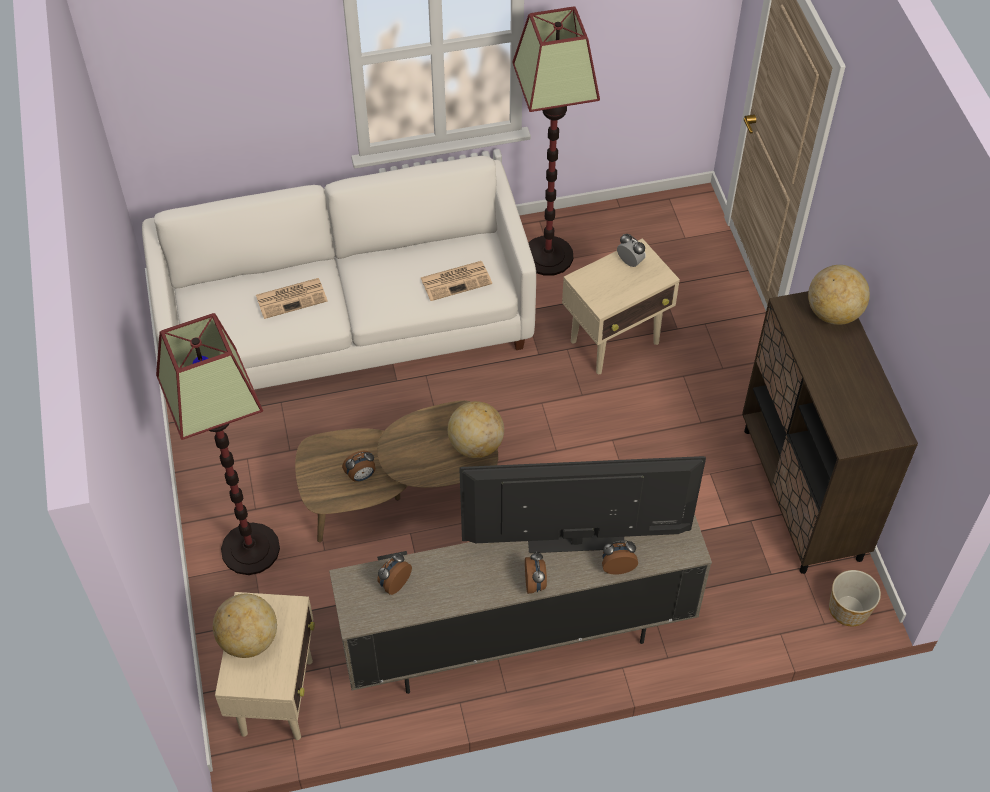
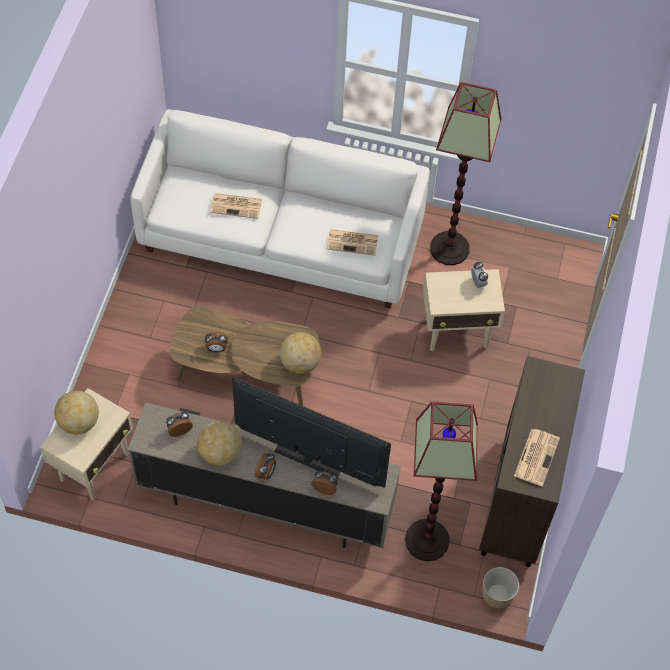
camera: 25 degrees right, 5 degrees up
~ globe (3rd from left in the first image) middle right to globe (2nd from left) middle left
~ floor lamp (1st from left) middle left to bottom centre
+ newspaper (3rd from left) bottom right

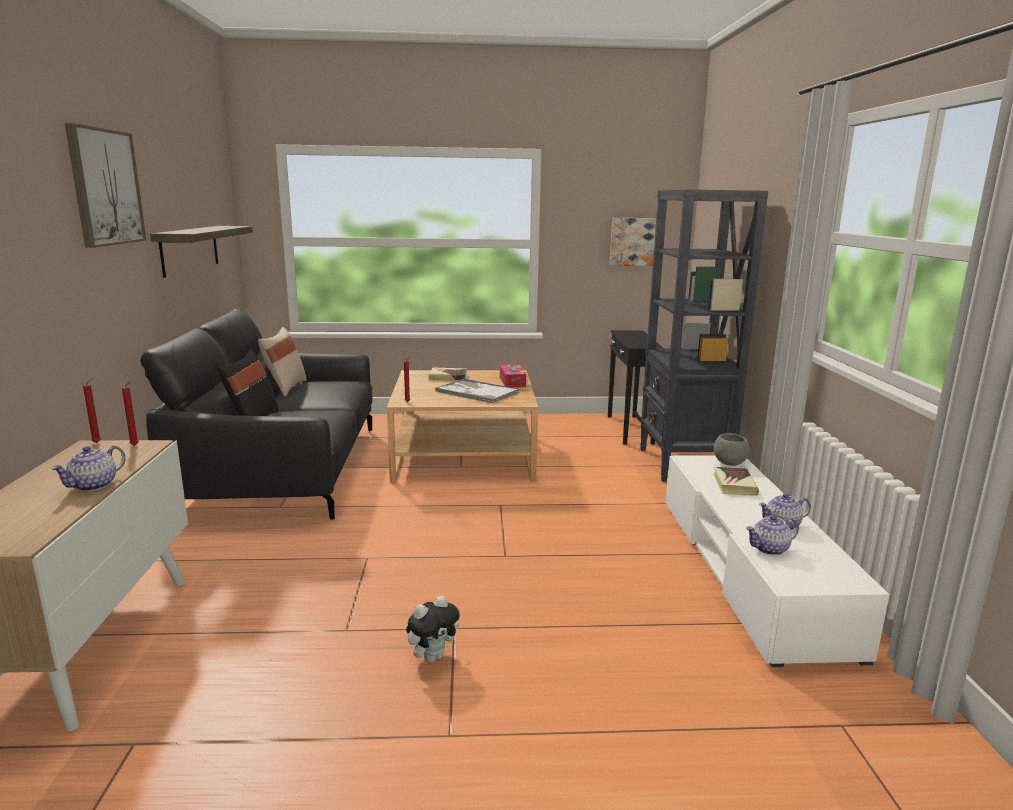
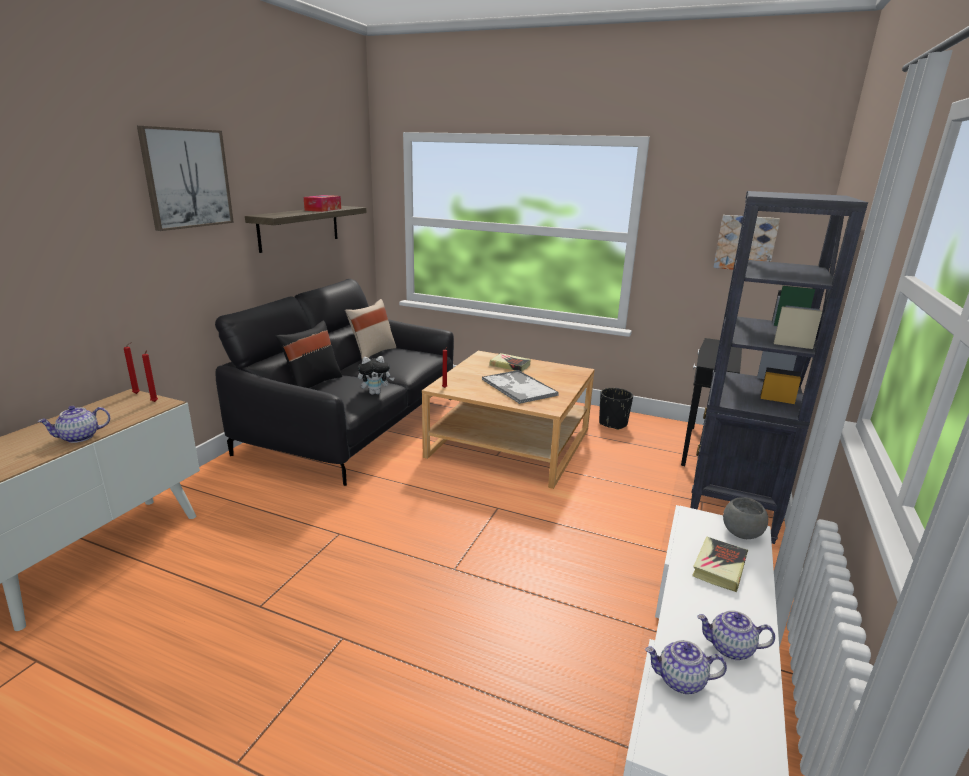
camera: 25 degrees right, 5 degrees up
~ tissue box centre to top left
~ plush toy bottom centre to centre
+ planter in black centre

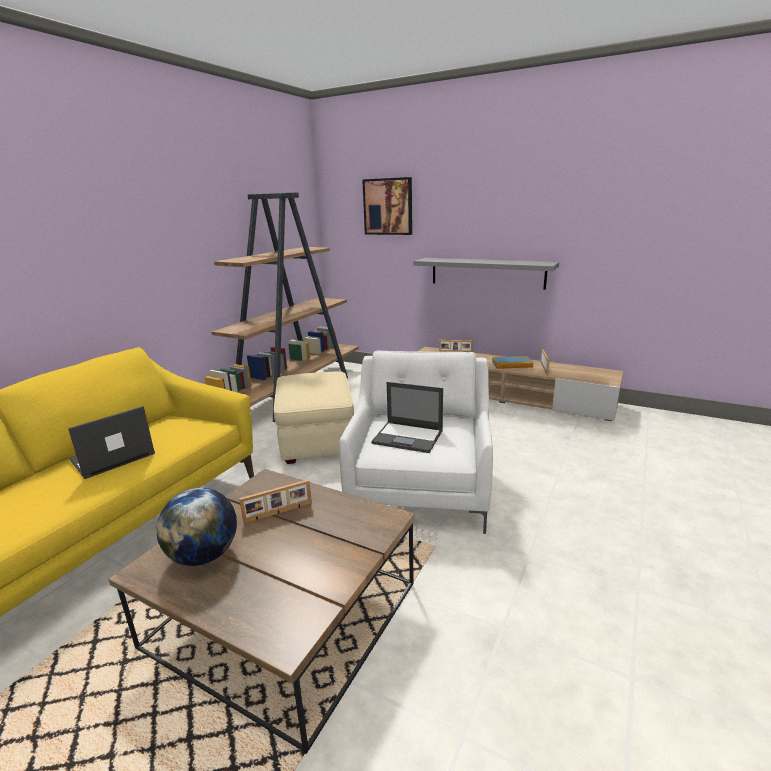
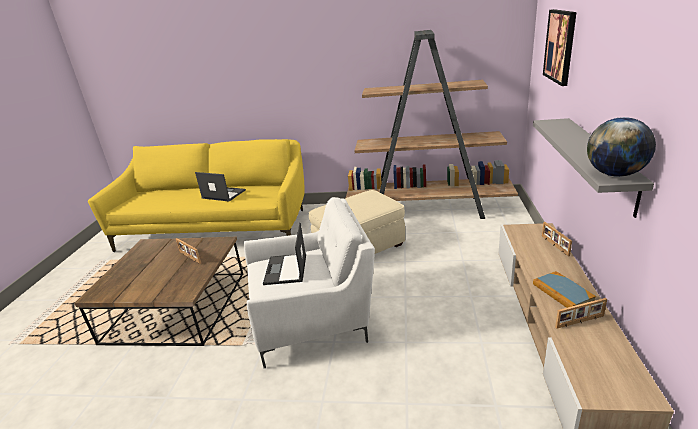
camera: 70 degrees right, 5 degrees up
~ globe bottom left to middle right

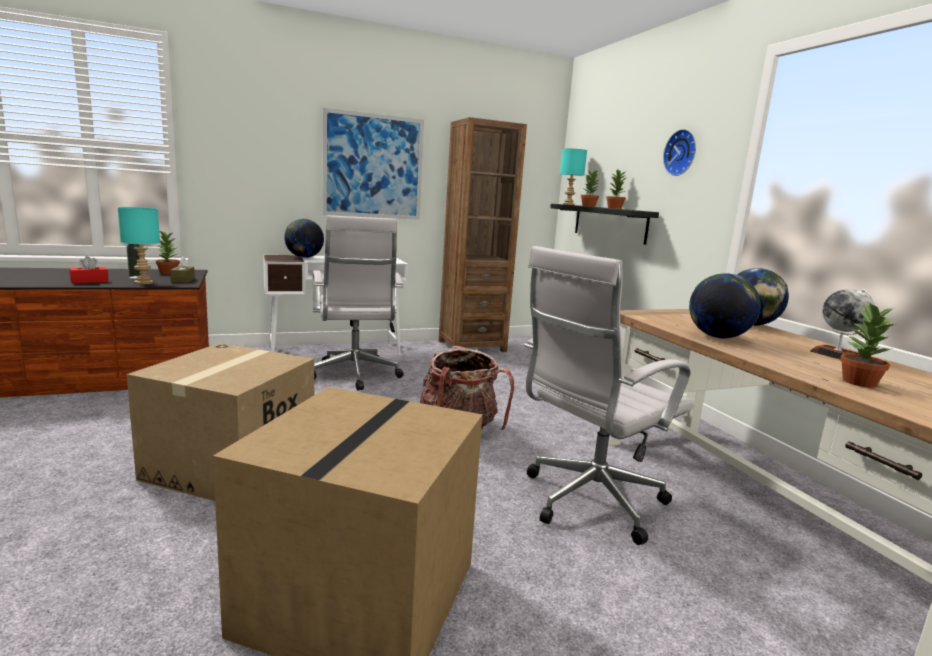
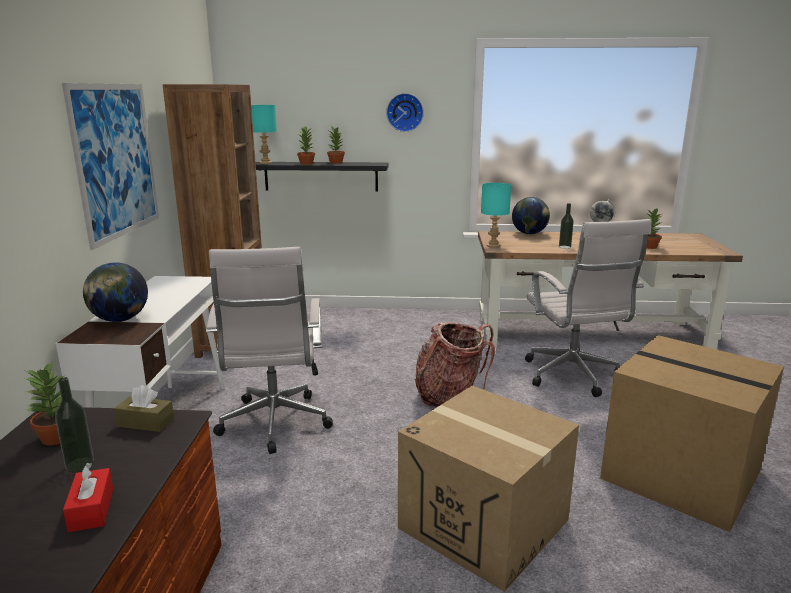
camera: 65 degrees left, 5 degrees up
~ table lamp in turquoise (1st from left in the first image) middle left to table lamp in turquoise (2nd from left) centre
~ office chair in white (1st from left) centre = centre 75 degrees clockwise
~ globe (2nd from left) middle right to bottle (2nd from left) middle right

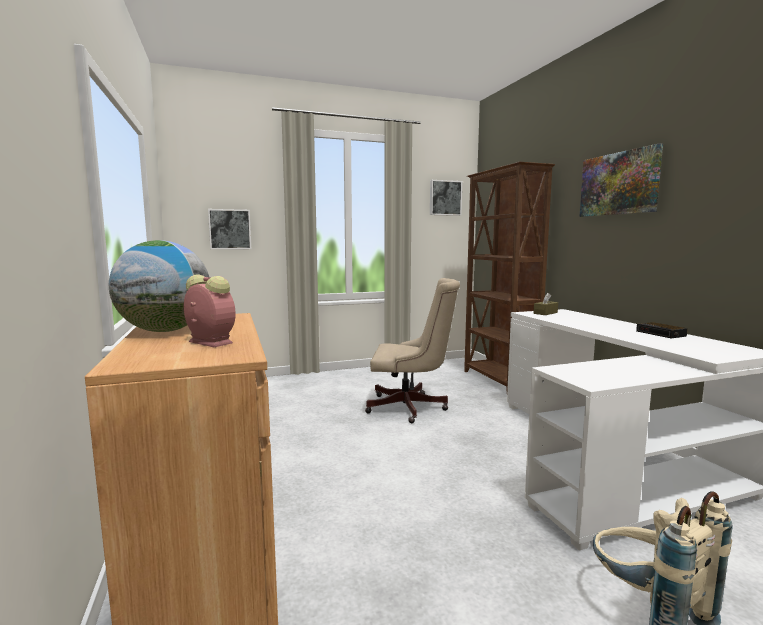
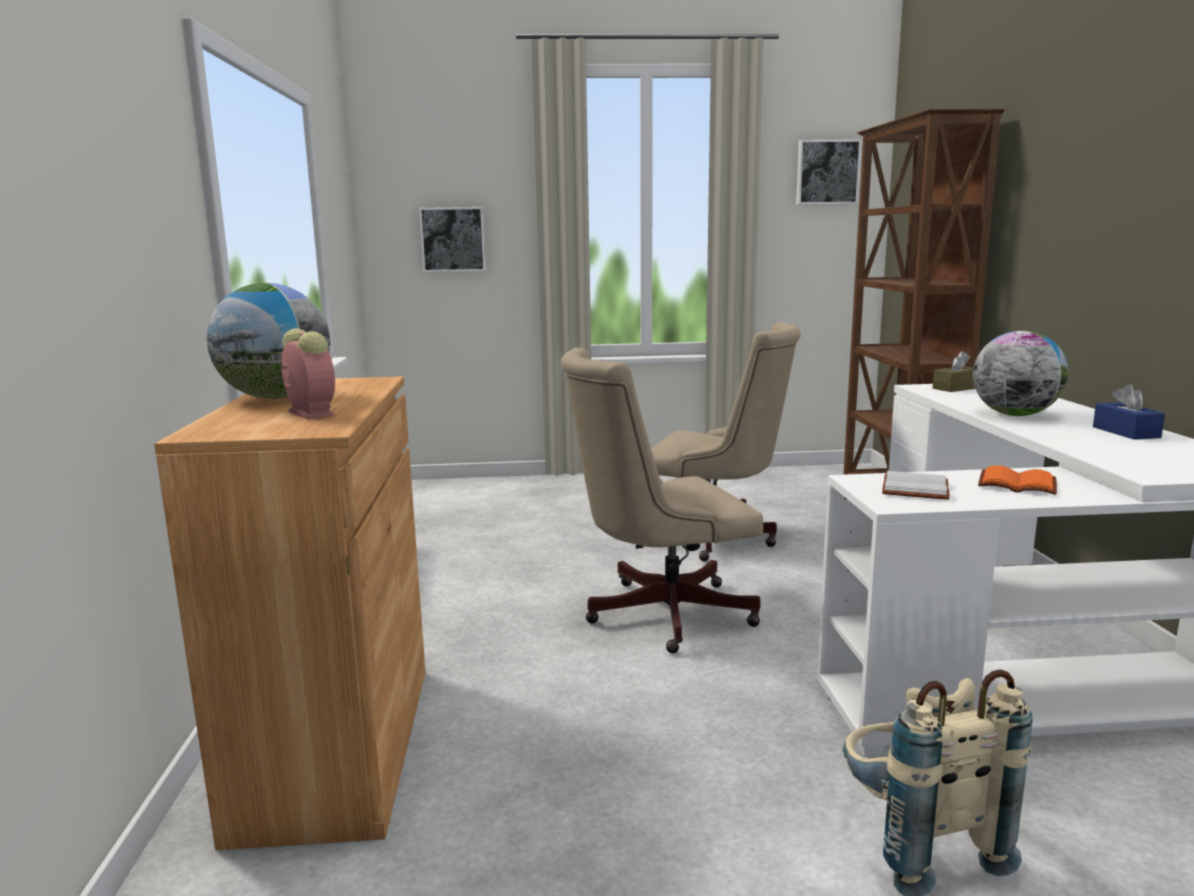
camera: 15 degrees right, 5 degrees up
- picture (3rd from left) top right
~ alarm clock (2nd from left) middle right to tissue box in blue middle right
+ globe (2nd from left) middle right
+ office chair in beige (1st from left) centre
+ book in orange middle right
+ book in white middle right

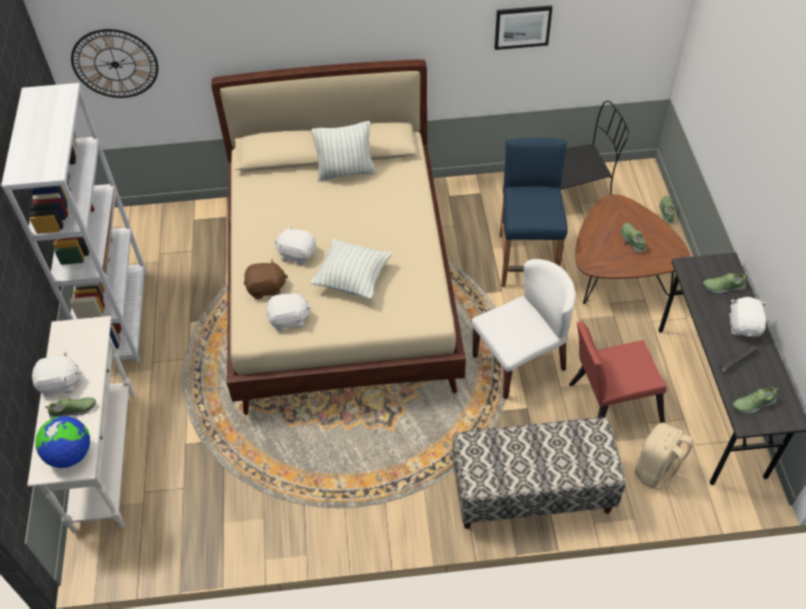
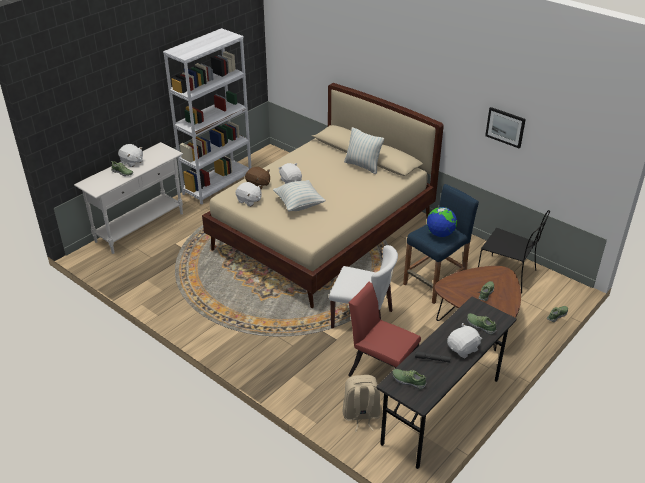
camera: 45 degrees right, 15 degrees down
- wall clock top left
~ globe bottom left to middle right
- bench bottom right

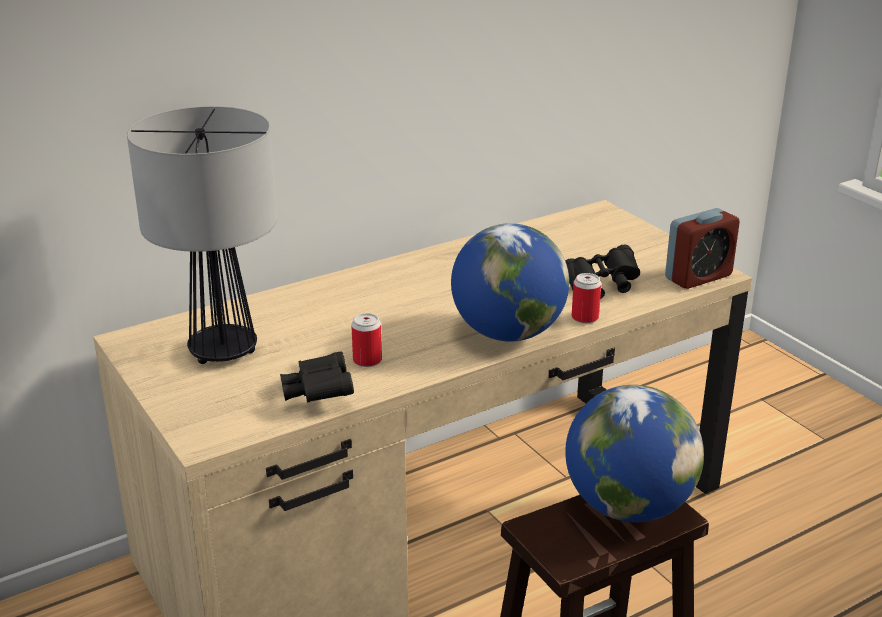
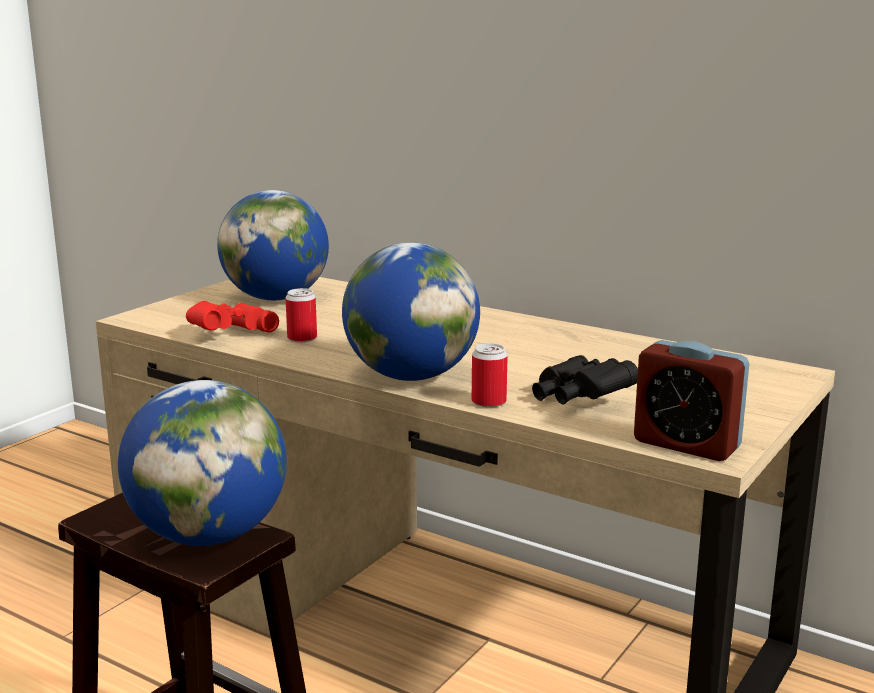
camera: 65 degrees right, 10 degrees down
~ table lamp middle left to globe (2nd from left) middle left
~ binoculars in black (1st from left) centre to binoculars in red middle left

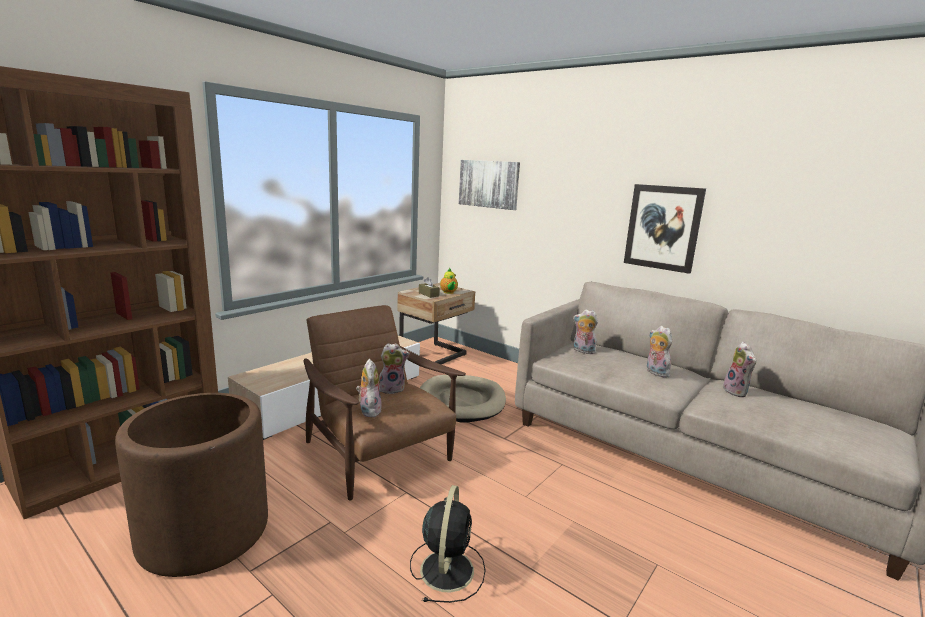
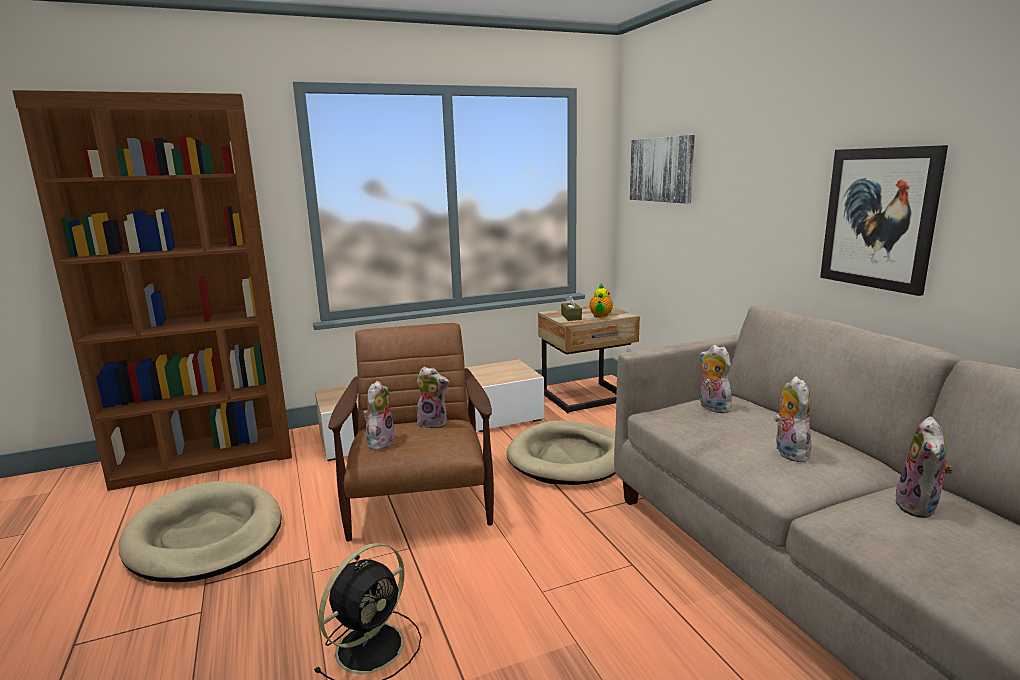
camera: 30 degrees right, 0 degrees up
~ planter in brown bottom left to dog bed in beige (1st from left) bottom left

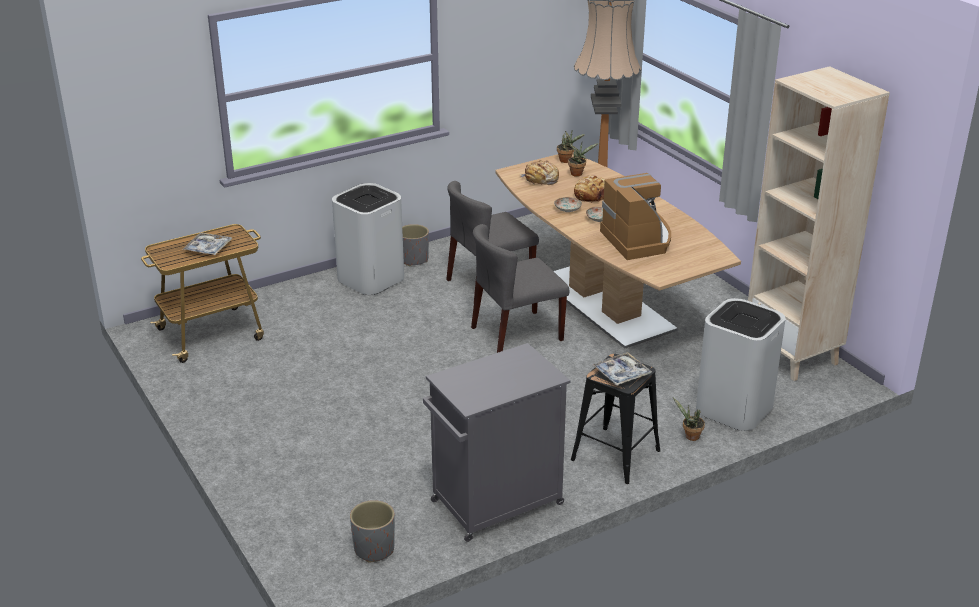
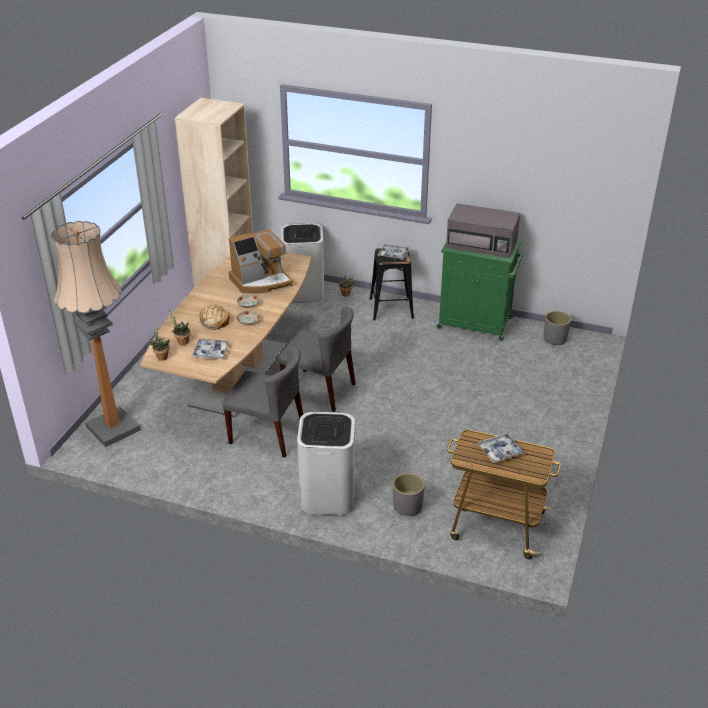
camera: 130 degrees left, 5 degrees up
~ bread (1st from left) top centre to tray (1st from left) middle left
~ coffee machine centre = centre 150 degrees counterclockwise
~ planter in grey (2nd from left in the first image) centre to planter in grey (1st from left) bottom centre
~ cabinet in grey bottom centre to cabinet in green middle right
+ microwave in grey top right

